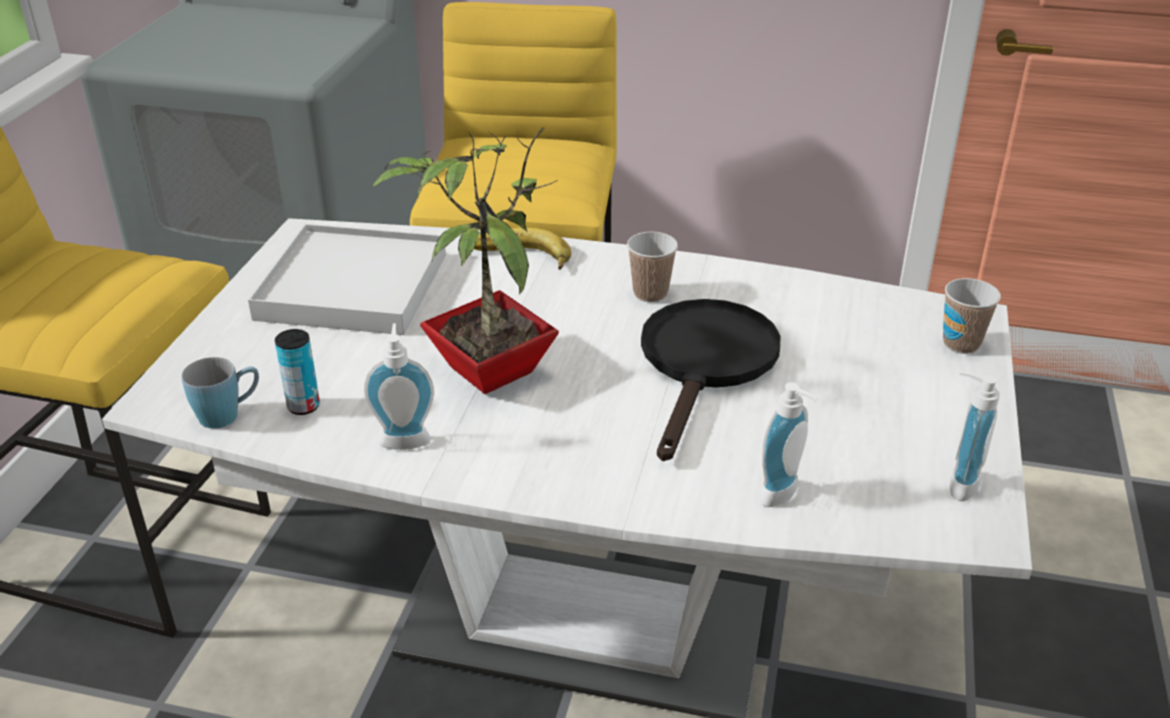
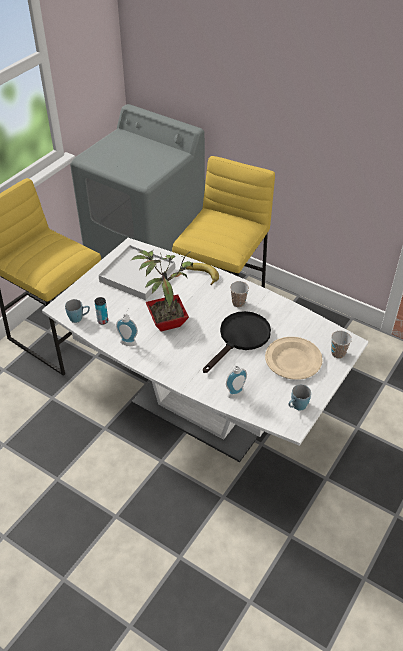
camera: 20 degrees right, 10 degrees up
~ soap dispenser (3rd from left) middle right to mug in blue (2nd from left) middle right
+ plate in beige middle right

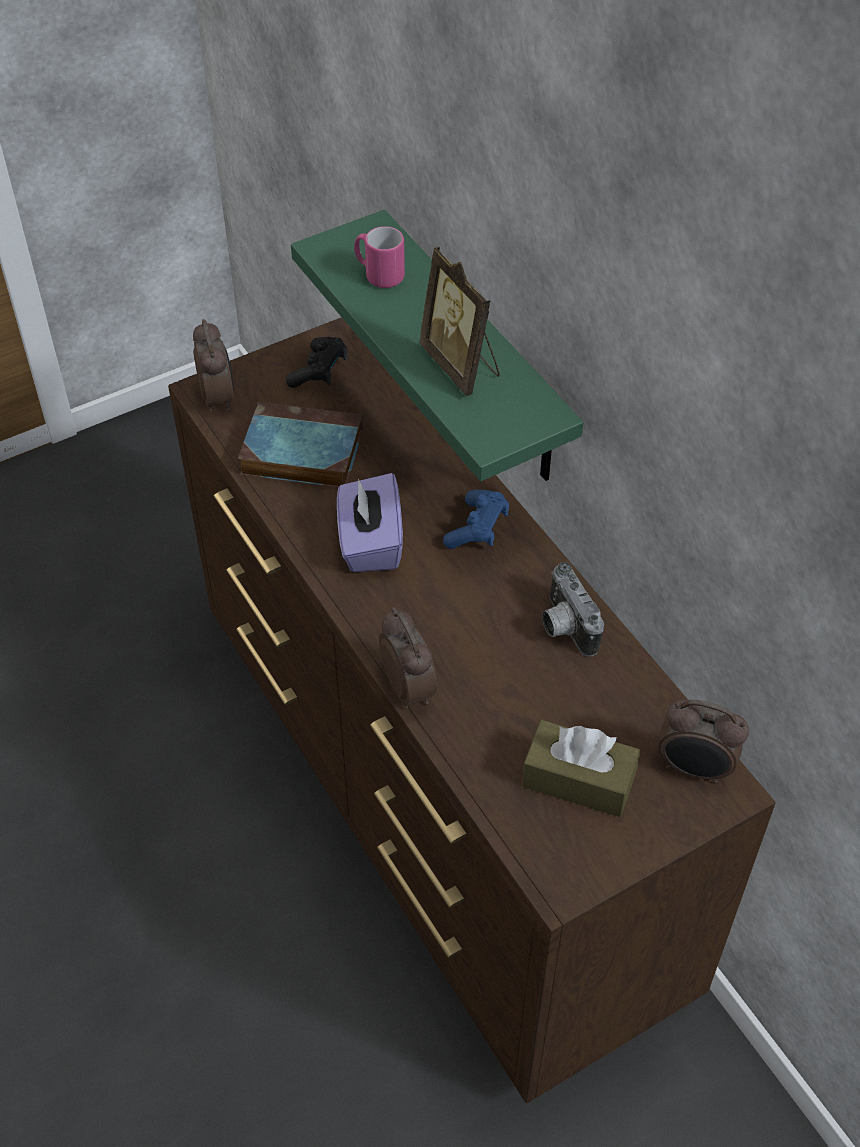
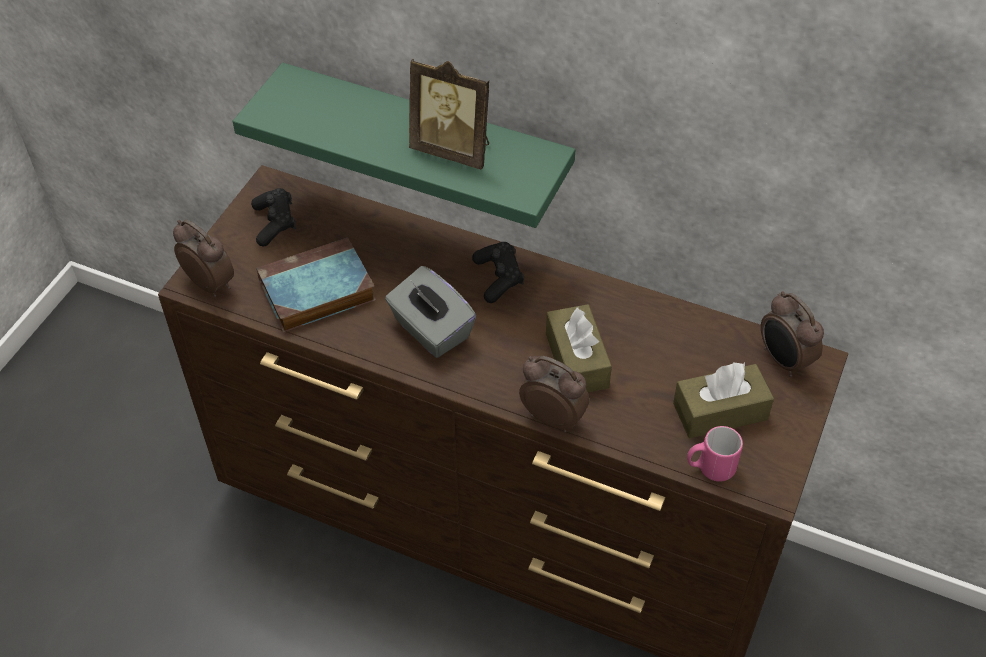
camera: 35 degrees left, 0 degrees up
~ mug in pink top centre to bottom right
~ tissue box in purple centre to tissue box in grey centre
~ game controller in blue centre to game controller in black (2nd from left) centre
- photo camera centre
~ alarm clock (3rd from left) middle right = middle right 75 degrees clockwise
+ tissue box in brown (1st from left) centre

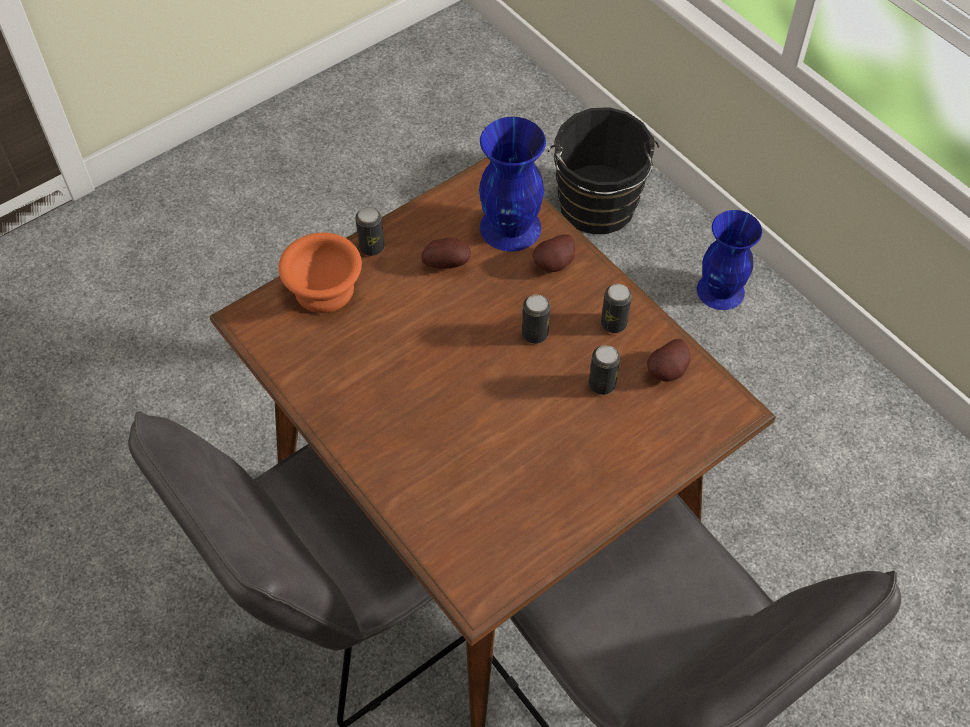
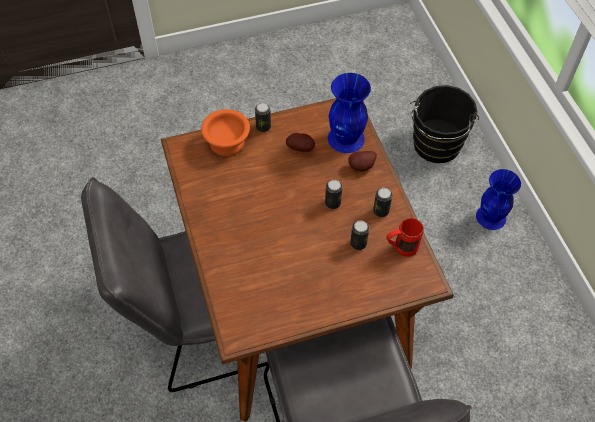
camera: 20 degrees right, 0 degrees up
~ potato (3rd from left) middle right to mug in red middle right

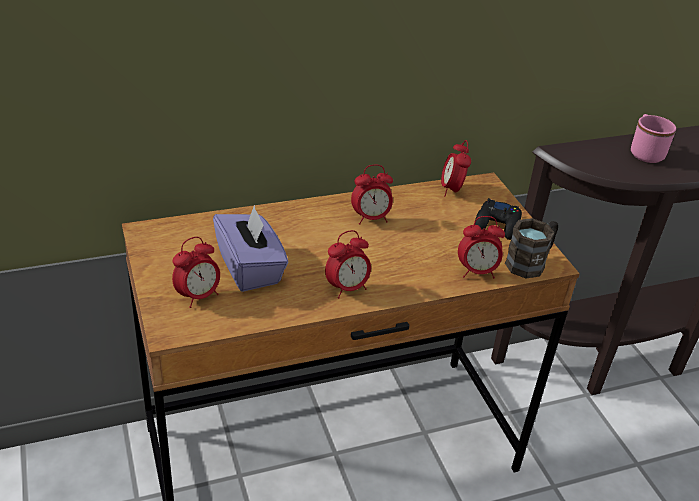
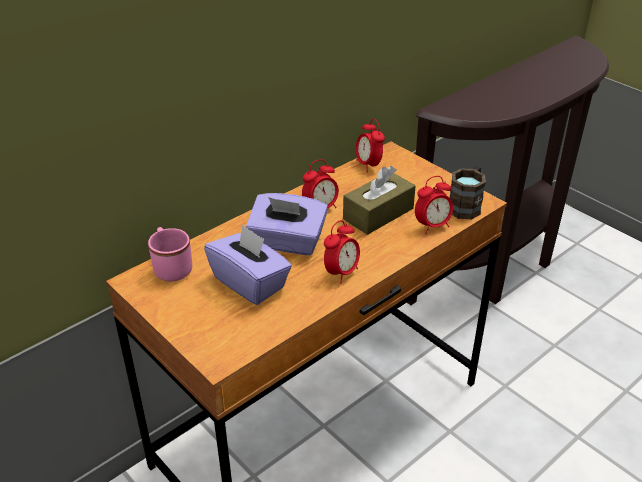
camera: 20 degrees left, 0 degrees up
~ mug in pink top right to middle left
- game controller in black middle right
- alarm clock (1st from left) middle left
+ tissue box in brown centre
+ tissue box in purple (2nd from left) centre

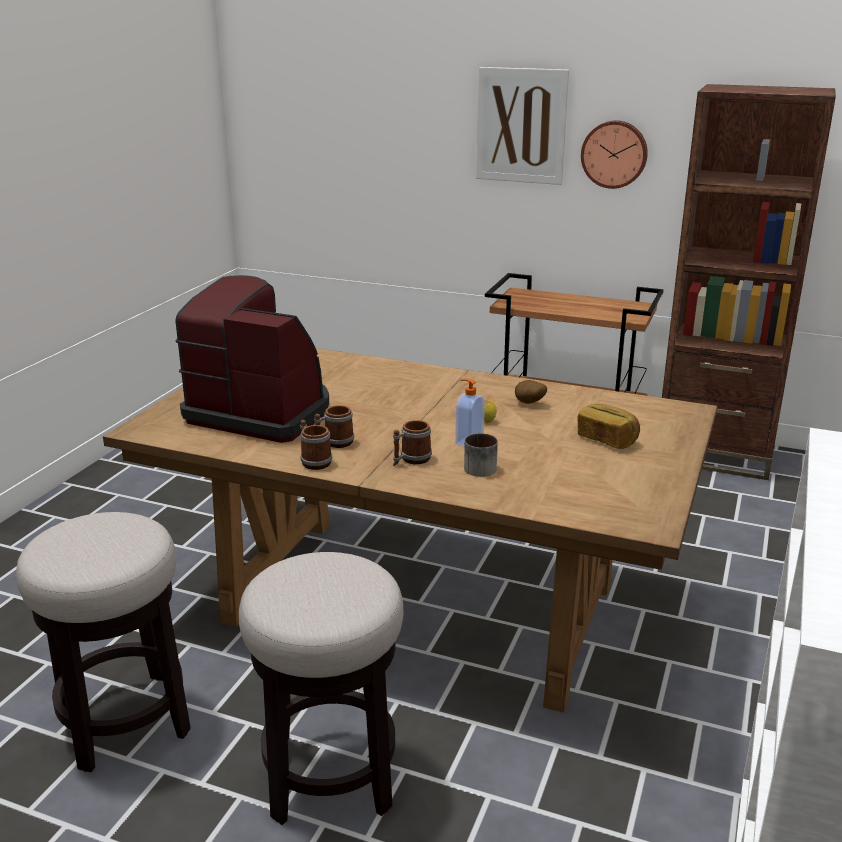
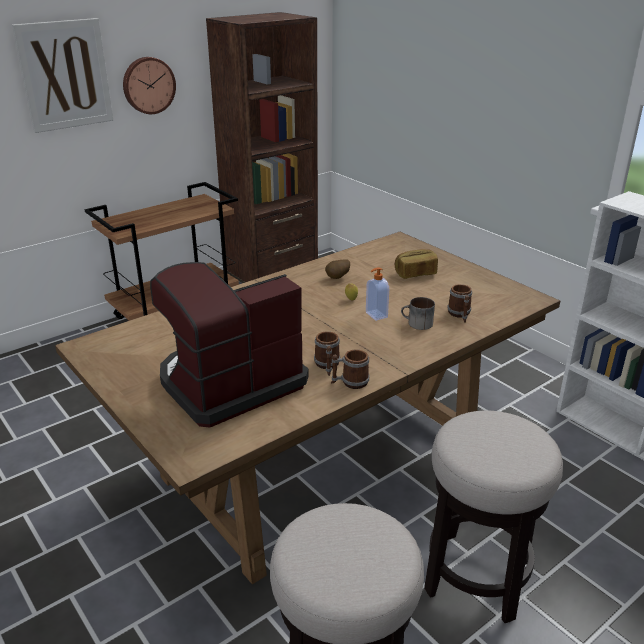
camera: 60 degrees left, 5 degrees up
~ mug (3rd from left in the first image) centre to mug (4th from left) middle right

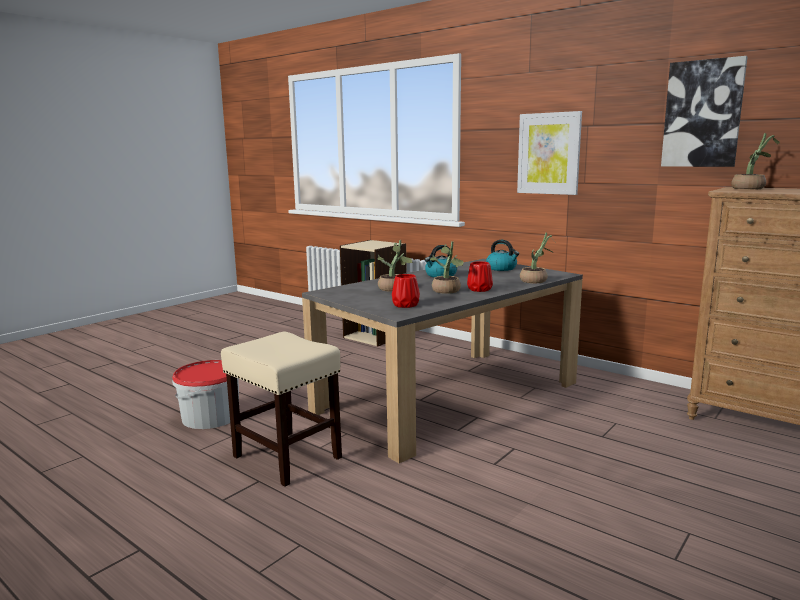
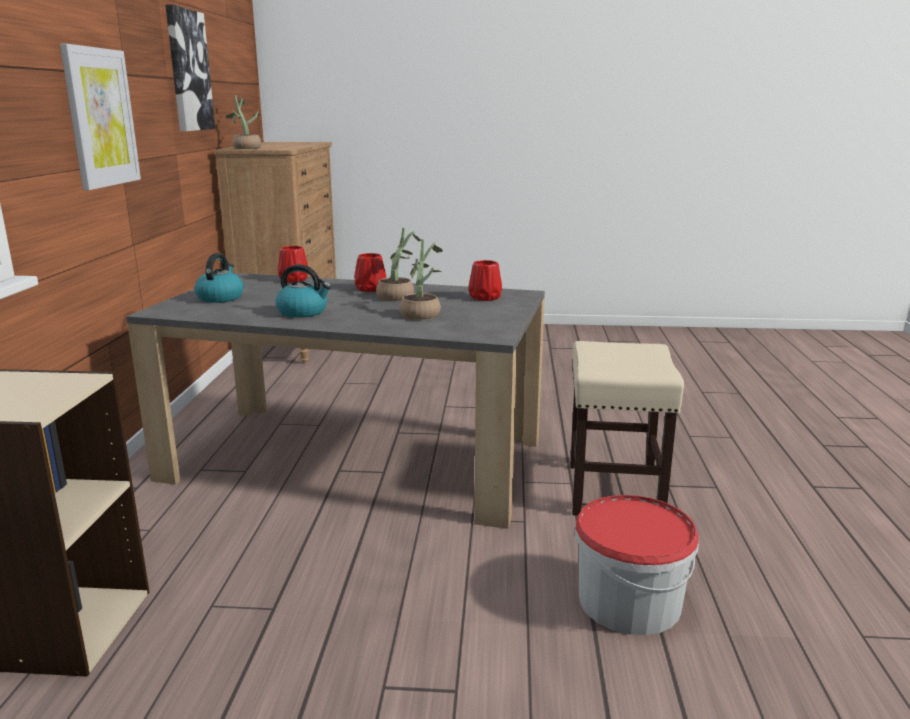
camera: 125 degrees left, 5 degrees up
~ potted plant (3rd from left) middle right to vase in red (1st from left) middle left

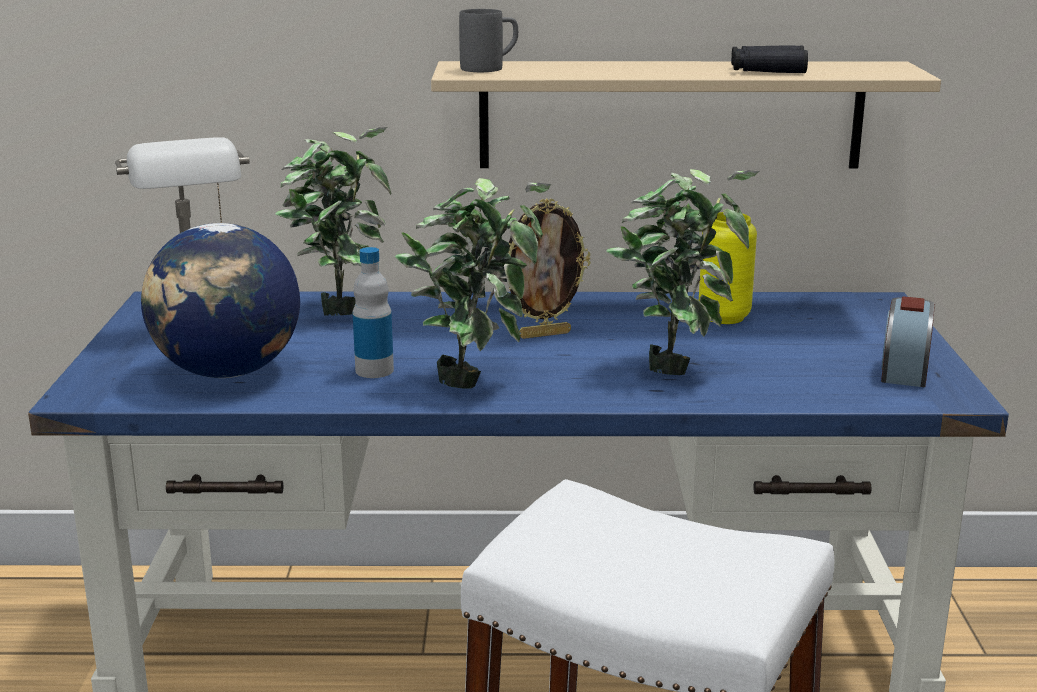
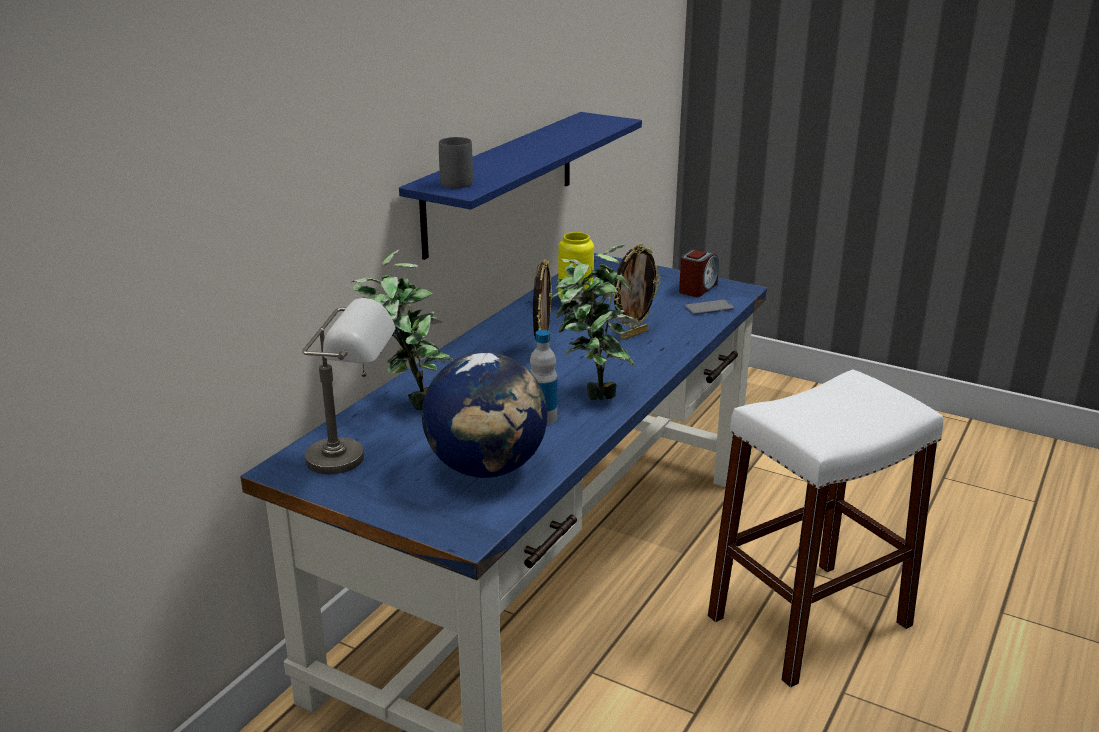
camera: 60 degrees left, 5 degrees up
- binoculars in black top right
~ shelf in beige top centre to shelf in blue top centre
~ potted plant (3rd from left) centre to picture frame (2nd from left) centre
~ alarm clock middle right = centre 105 degrees counterclockwise
+ phone centre

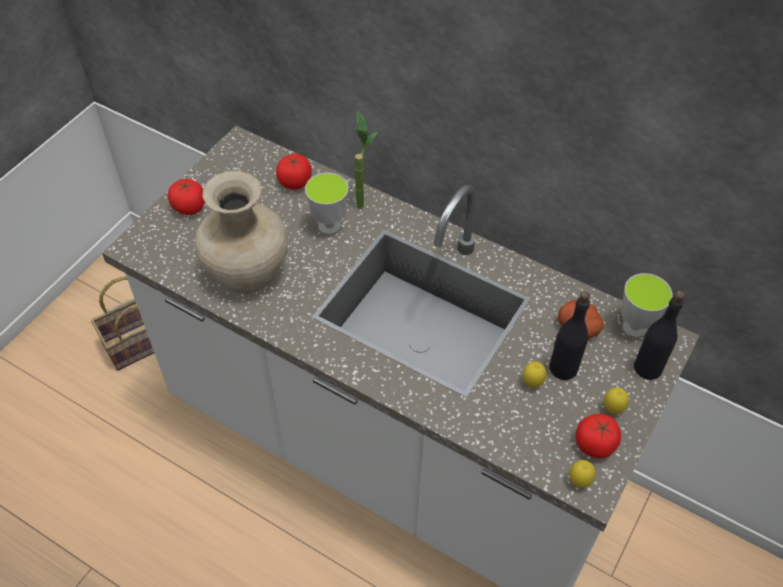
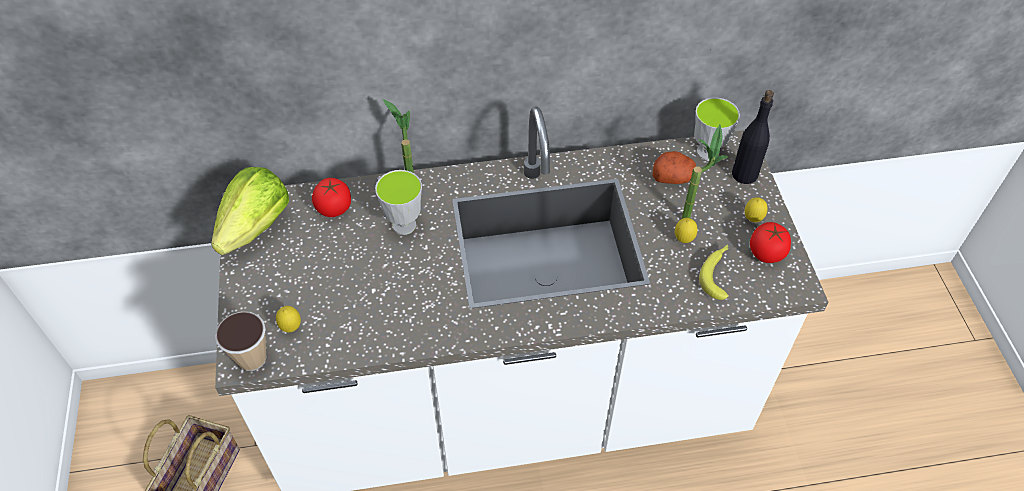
camera: 40 degrees left, 0 degrees up
- vase in beige middle left
- tomato (1st from left) middle left
~ bottle in black (1st from left) middle right to potted plant (2nd from left) middle right
~ lemon (2nd from left in the first image) bottom right to lemon (1st from left) middle left
+ lettuce middle left
+ banana middle right
+ cup (1st from left) bottom left

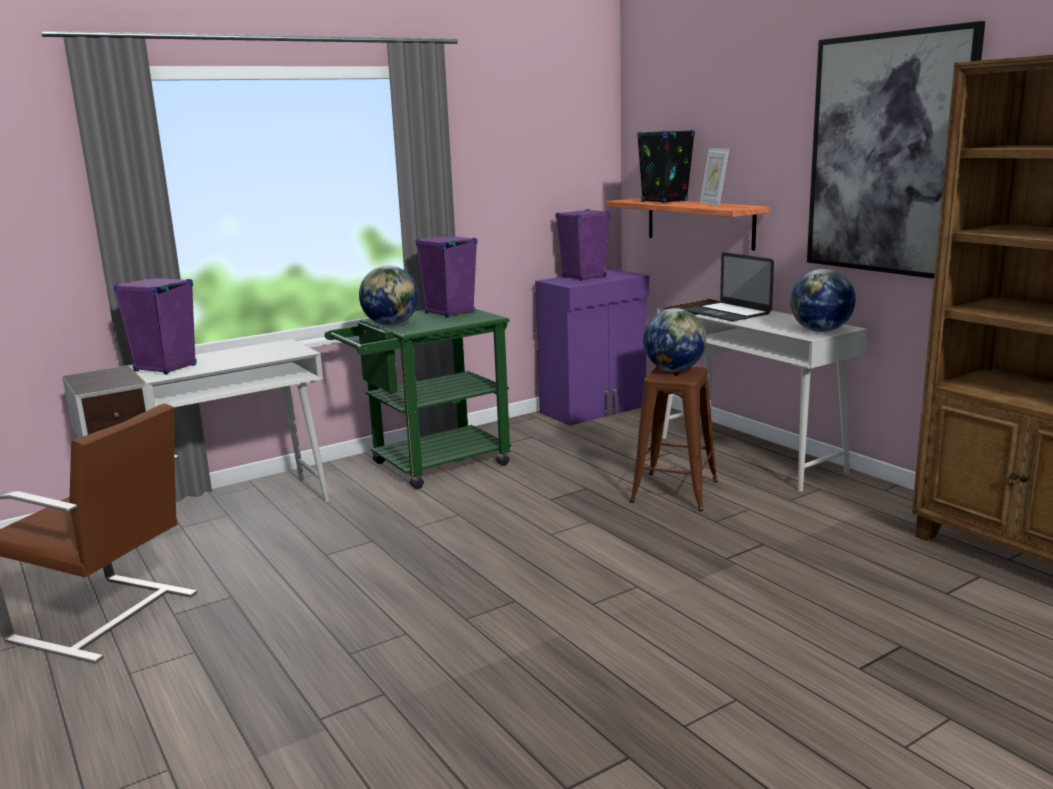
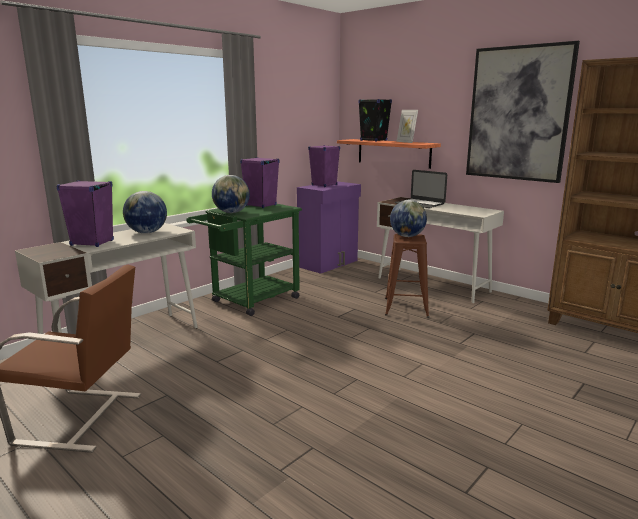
camera: 15 degrees left, 0 degrees up
~ globe (3rd from left in the first image) middle right to globe (1st from left) middle left

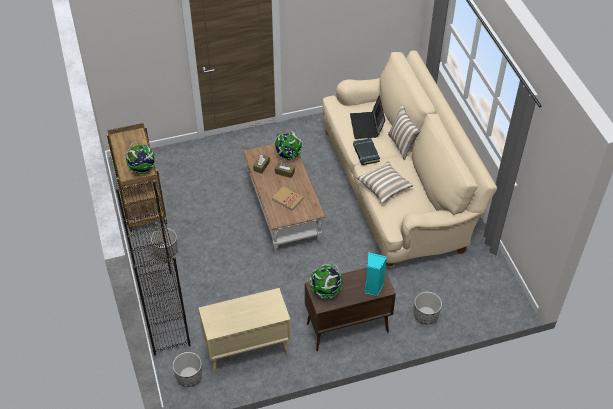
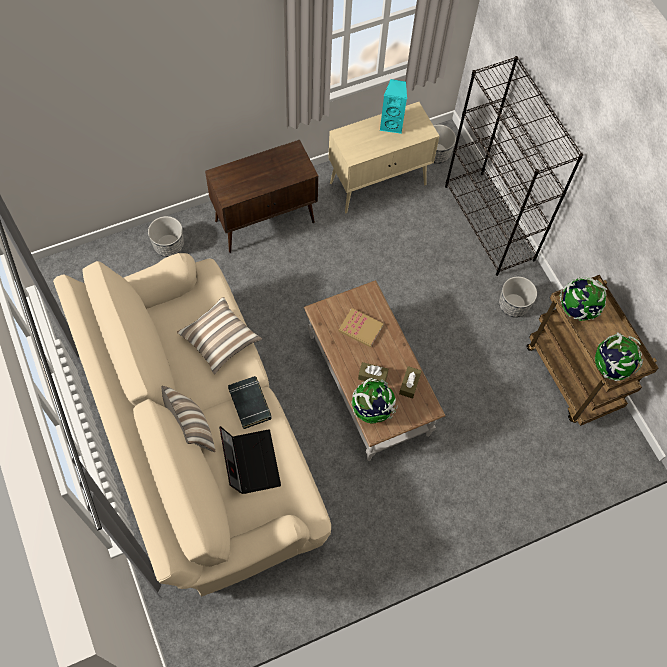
camera: 170 degrees right, 15 degrees up
~ speaker in turquoise bottom centre to top centre
~ globe (3rd from left) bottom centre to middle right

